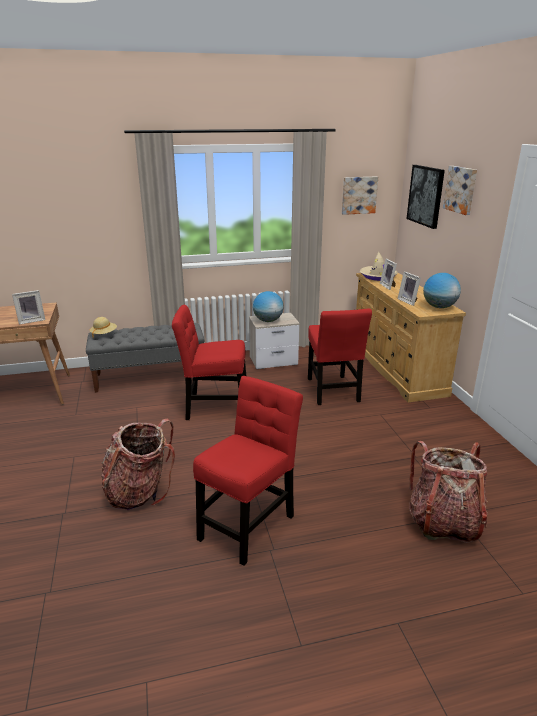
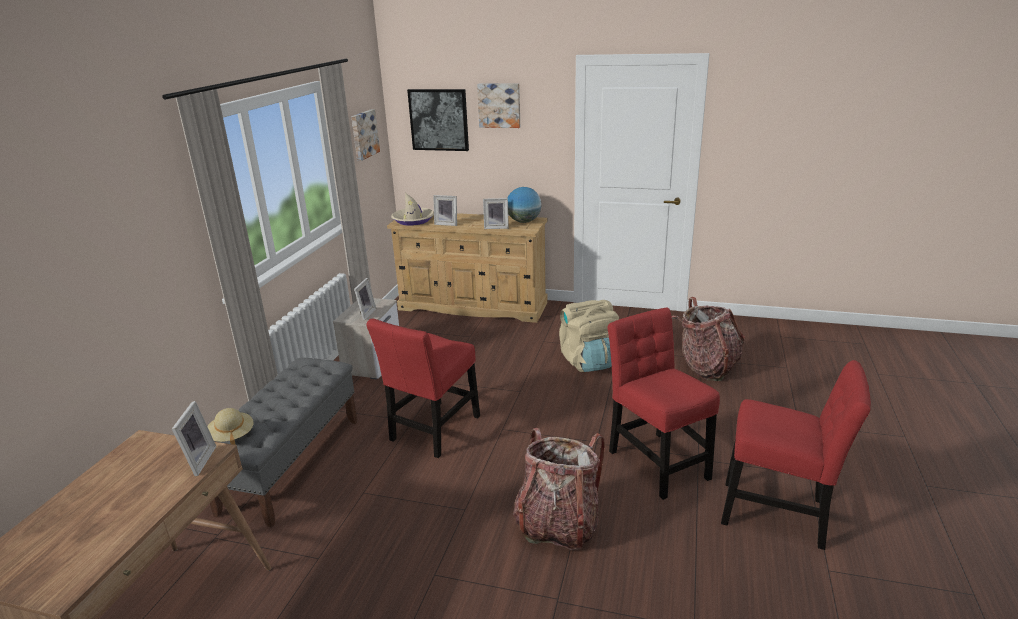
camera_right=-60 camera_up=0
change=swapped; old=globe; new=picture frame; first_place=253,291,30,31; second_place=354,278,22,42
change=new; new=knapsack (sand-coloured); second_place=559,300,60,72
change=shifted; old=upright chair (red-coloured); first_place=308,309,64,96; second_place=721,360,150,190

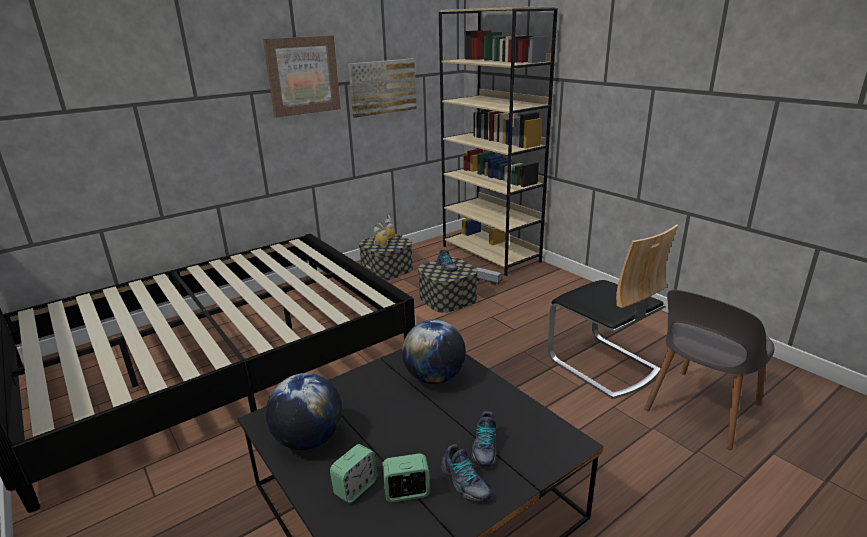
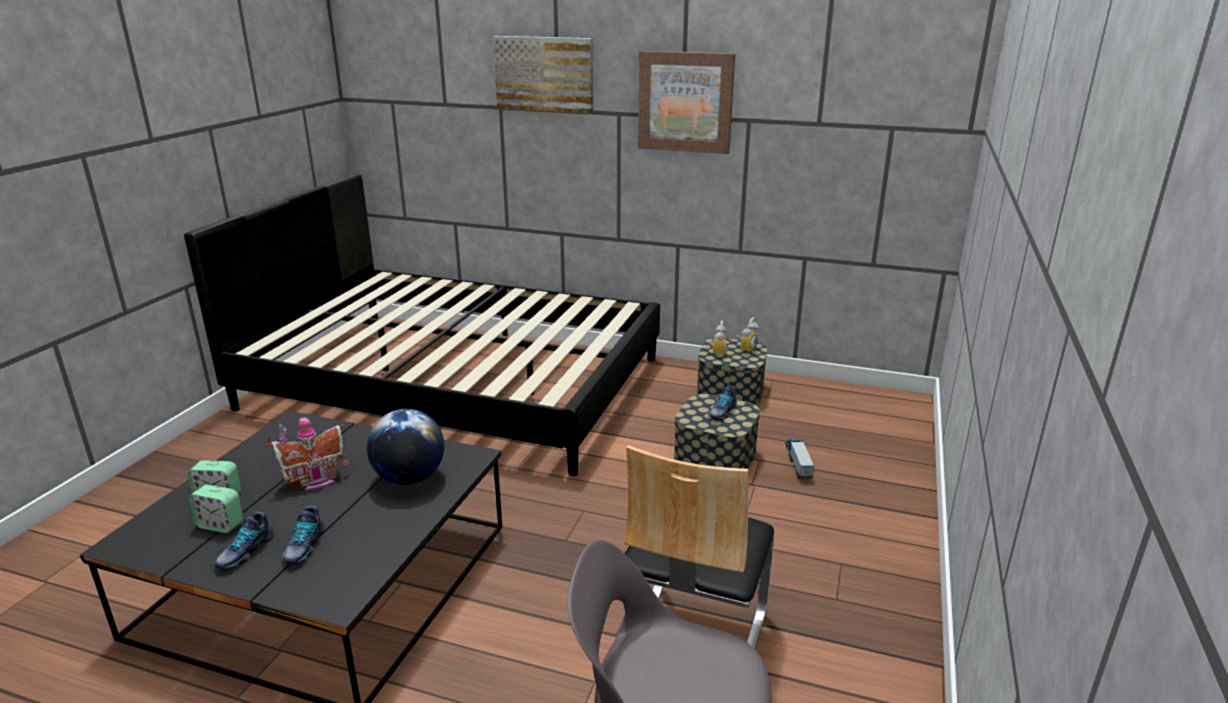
camera_right=55 camera_up=0
change=rotated; old=table clock; first_place=382,453,48,49; second_place=189,485,54,48; degrees=150
change=new; new=model house; second_place=266,414,84,77
change=rotated; old=shoe; first_place=471,411,26,56; second_place=282,506,43,59; degrees=-60
change=shifted; old=wall art; first_place=348,59,69,59; second_place=493,36,100,77
change=gone; old=globe; first_place=266,373,76,77
change=gone; old=bookcase (sand-coloured); first_place=439,6,119,270

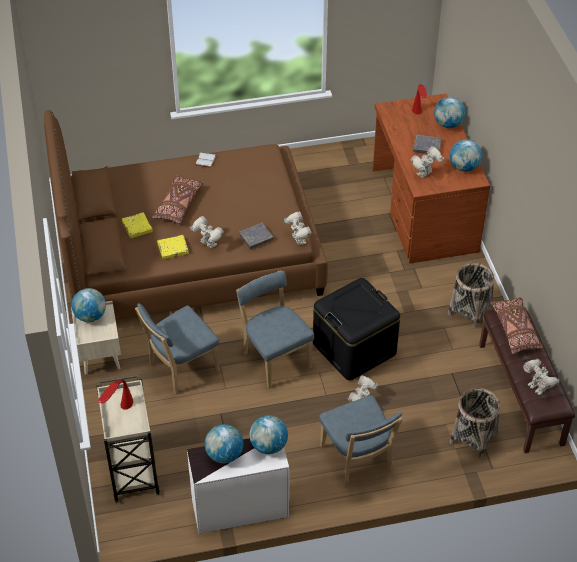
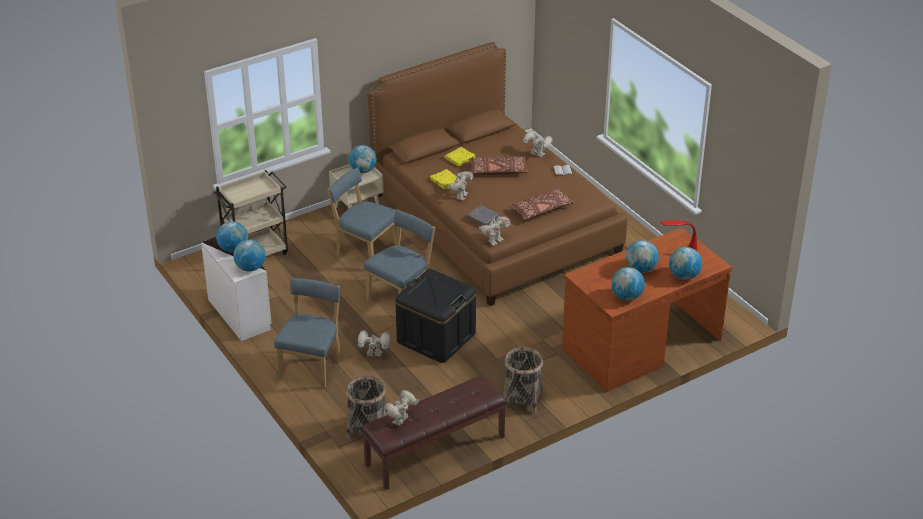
camera_right=70 camera_up=-10
change=rotated; old=upright chair (blue); first_place=319,396,84,92; second_place=274,278,67,110; degrees=150
change=shifted; old=throw pillow (brown-coloured); first_place=490,297,53,57; second_place=509,188,66,32
change=shifted; old=robot figure; first_place=411,146,33,32; second_place=522,130,31,27
change=swapped; old=volume (gray); new=globe; first_place=413,134,29,20; second_place=626,240,33,33
change=gone; old=tabletop lamp (red-coloured); first_place=98,379,35,31

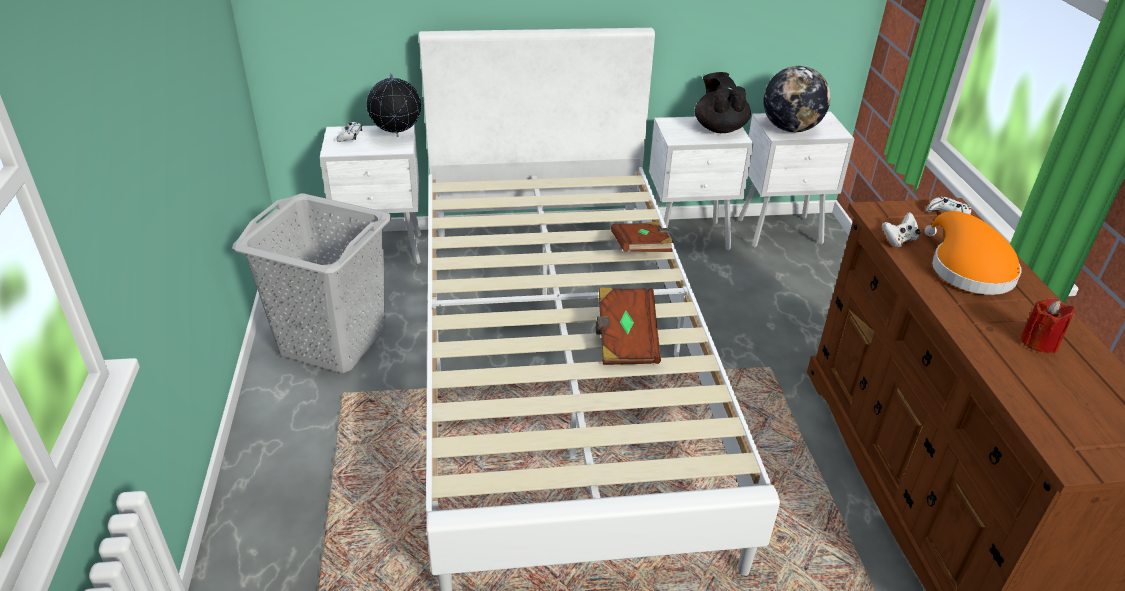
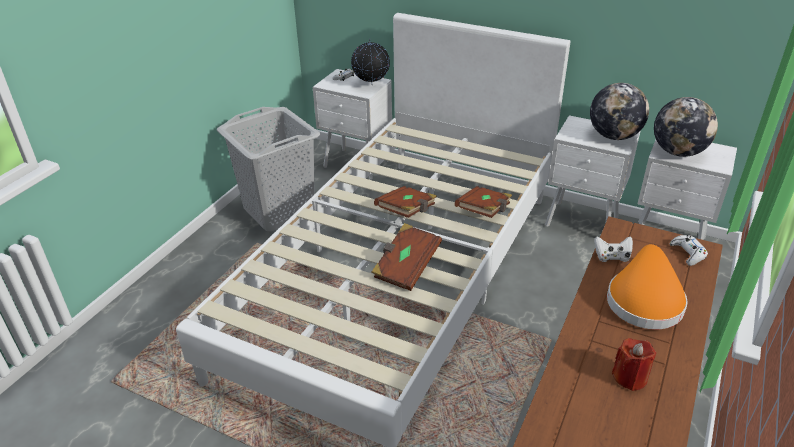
camera_right=35 camera_up=0
change=new; new=volume (brown-coloured); second_place=374,186,63,32
change=swapped; old=tea pot (black-coloured); new=globe; first_place=695,72,56,61; second_place=590,83,59,57

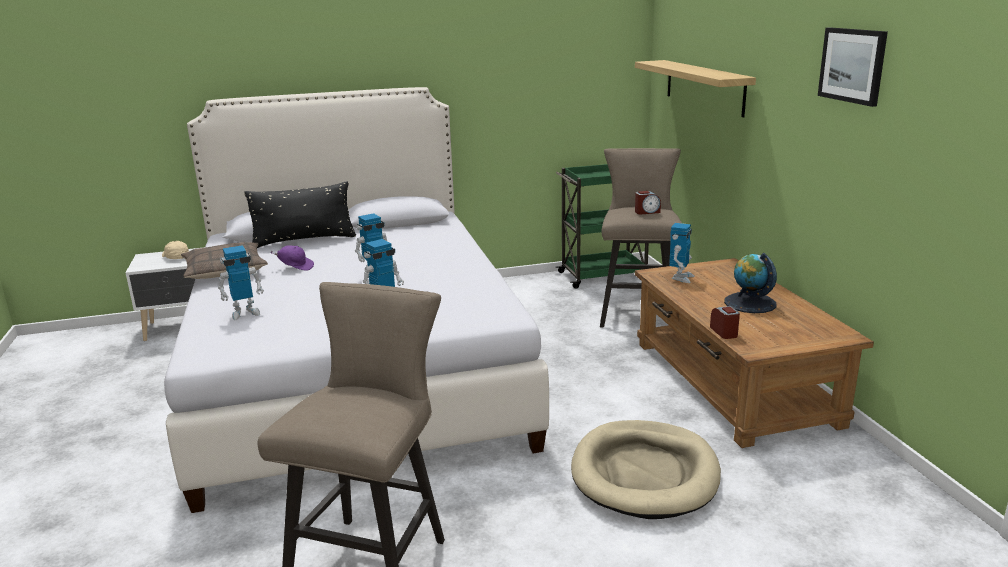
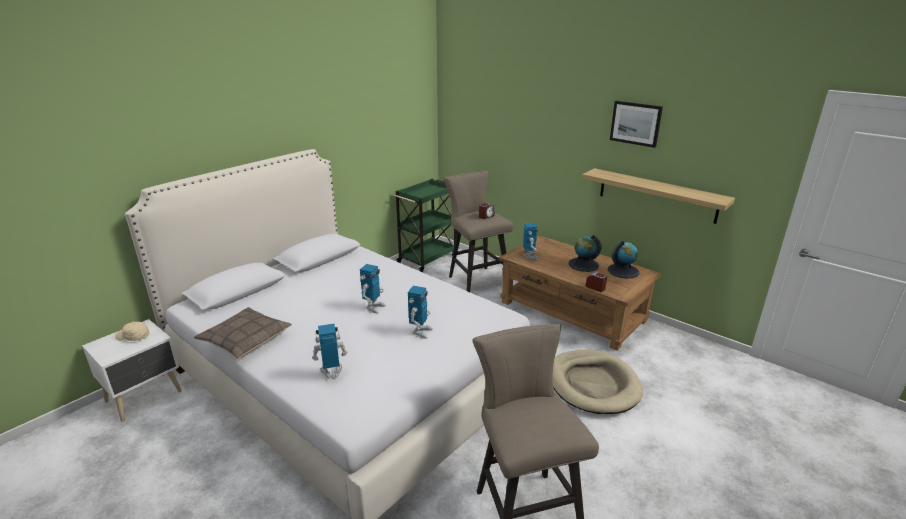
camera_right=-35 camera_up=5
change=rotated; old=robot figure; first_place=218,245,46,75; second_place=312,324,35,55; degrees=-135
change=shifted; old=wall shelf; first_place=635,60,121,57; second_place=582,168,153,56
change=new; new=globe; second_place=608,241,31,37
change=gone; old=throw pillow (black-coloured); first_place=244,181,112,67
change=gone; old=cap (purple-coloured); first_place=270,245,44,26

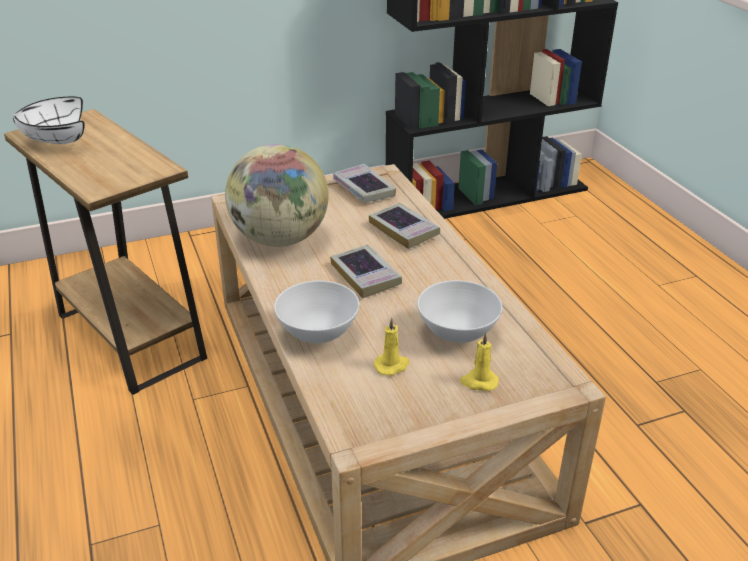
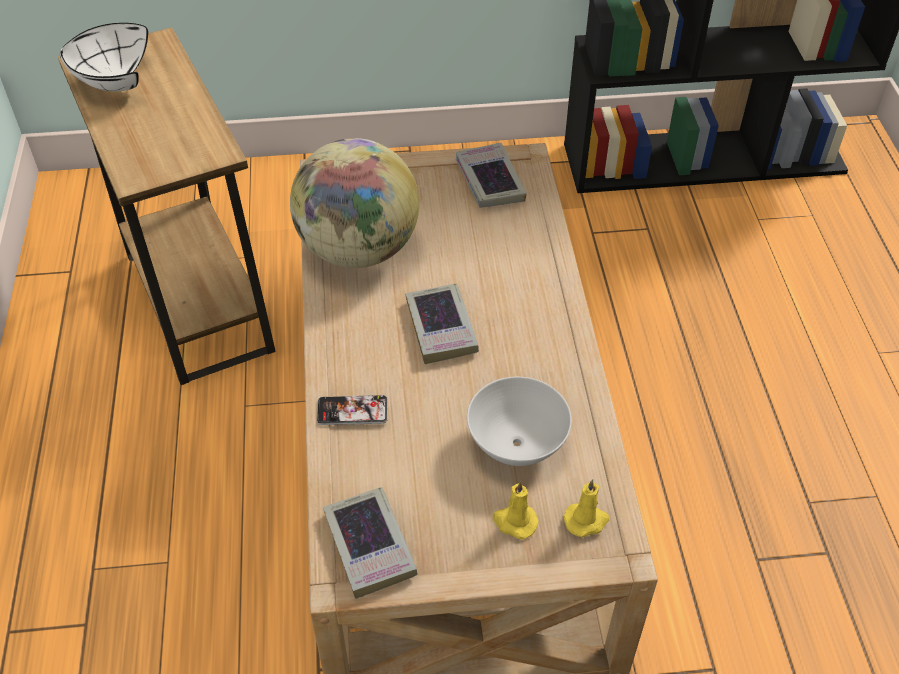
camera_right=15 camera_up=15
change=swapped; old=bowl (whitish); new=handset; first_place=274,281,85,63; second_place=317,394,71,31
change=shifted; old=volume; first_place=369,203,71,46; second_place=323,487,95,112
change=shifted; old=candle (yellowish); first_place=374,318,36,58; second_place=564,479,45,58

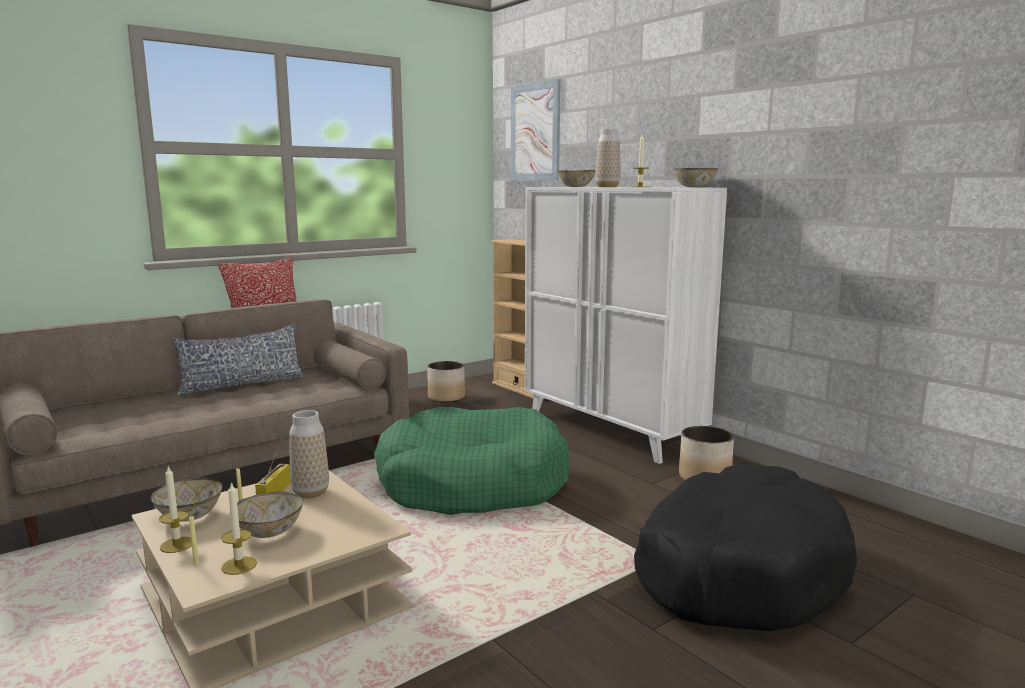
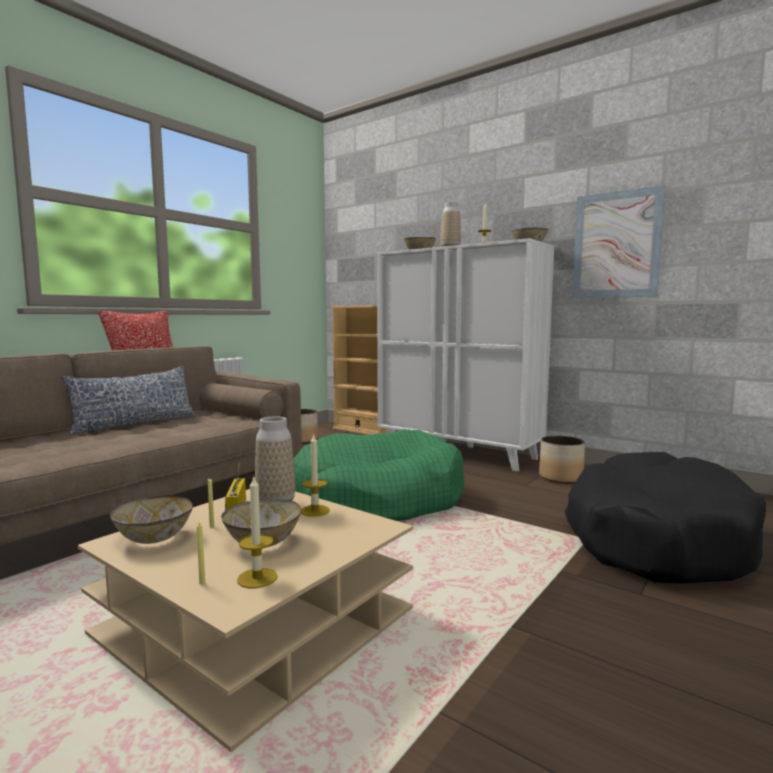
camera_right=-15 camera_up=-5
change=shifted; old=candle; first_place=159,466,33,87; second_place=301,435,29,82
change=shifted; old=wall art; first_place=511,79,49,102; second_place=572,185,94,113

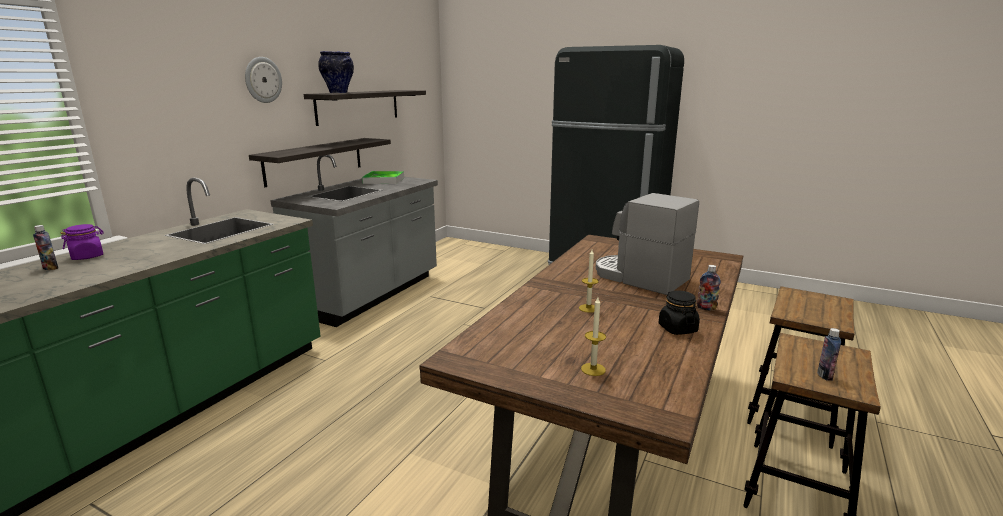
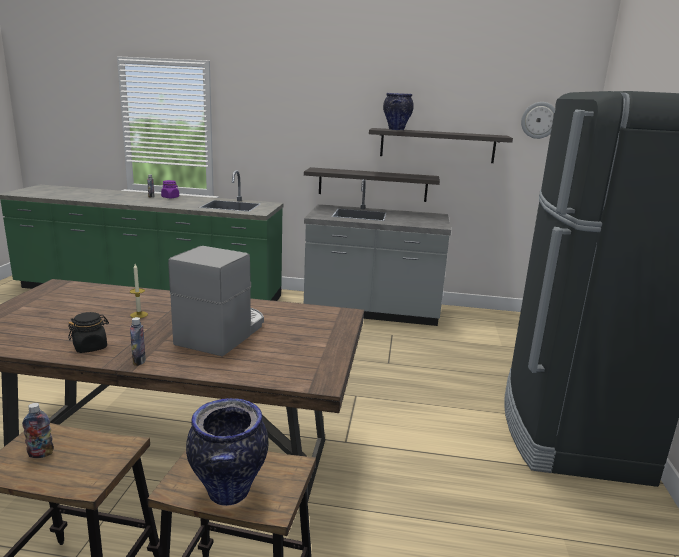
camera_right=70 camera_up=0
change=new; new=decorative vase; second_place=186,398,83,108
change=shifted; old=hanging clock; first_place=245,57,37,46; second_place=521,102,34,37
change=gone; old=serving tray; first_place=362,171,42,13
change=gone; old=candle; first_place=581,297,25,79

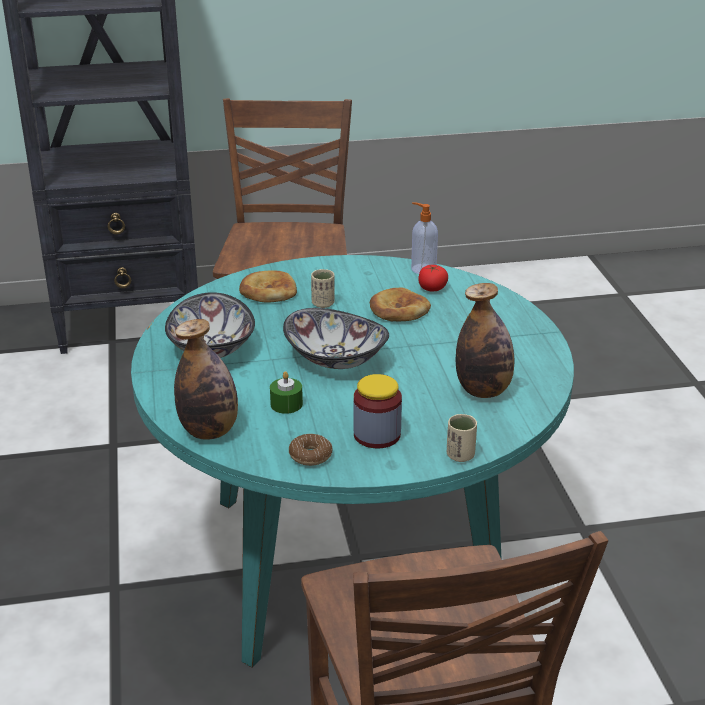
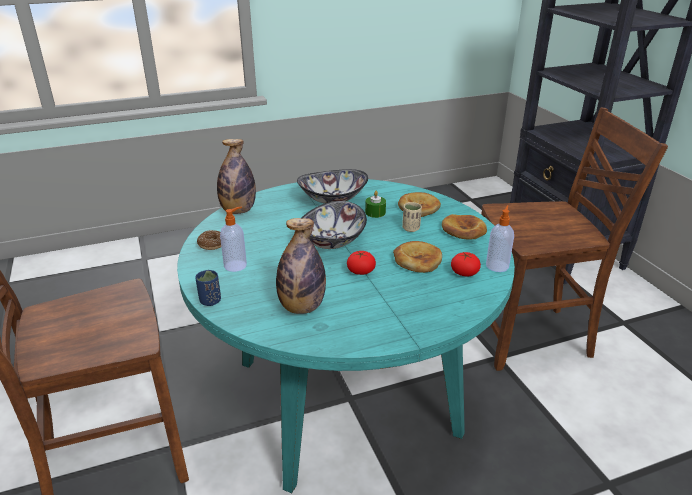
camera_right=80 camera_up=0
change=repainted; old=small cup (sand-coloured); new=small cup (blue); first_place=447,414,30,48; second_place=195,270,26,36
change=swapped; old=storage jar; new=soap dispenser; first_place=353,374,49,74; second_place=220,207,27,65
change=new; new=tomato; second_place=347,251,29,24
change=shifted; old=candle (greenish); first_place=270,371,33,43; second_place=365,191,21,27
change=new; new=baked bread; second_place=442,214,45,26

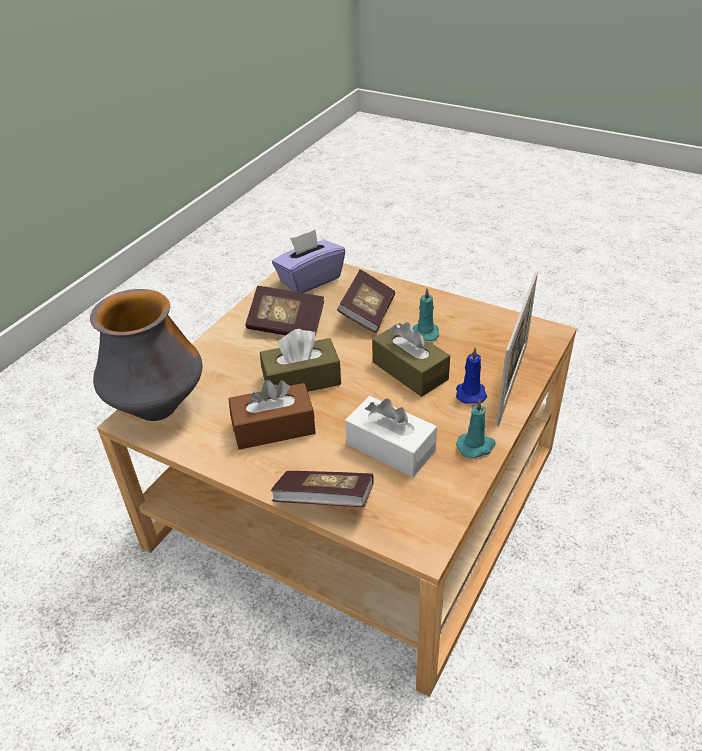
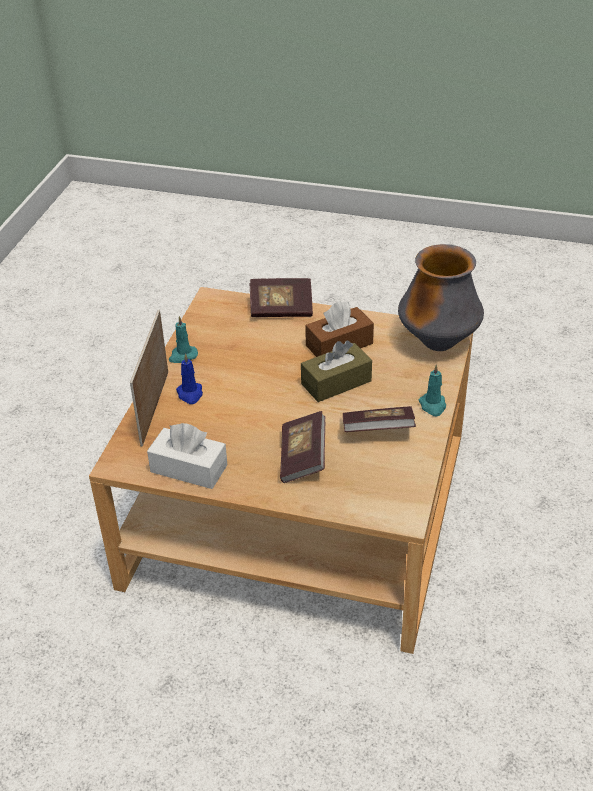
camera_right=165 camera_up=0
change=shifted; old=box of tissues (whitish); first_place=345,396,92,81; second_place=147,423,80,66
change=shifted; old=candle (turquoise); first_place=413,288,26,53; second_place=419,364,27,52
change=gone; old=box of tissues (purple-coloured); first_place=272,230,73,63
change=gone; old=box of tissues (brown-coloured); first_place=372,322,78,75

